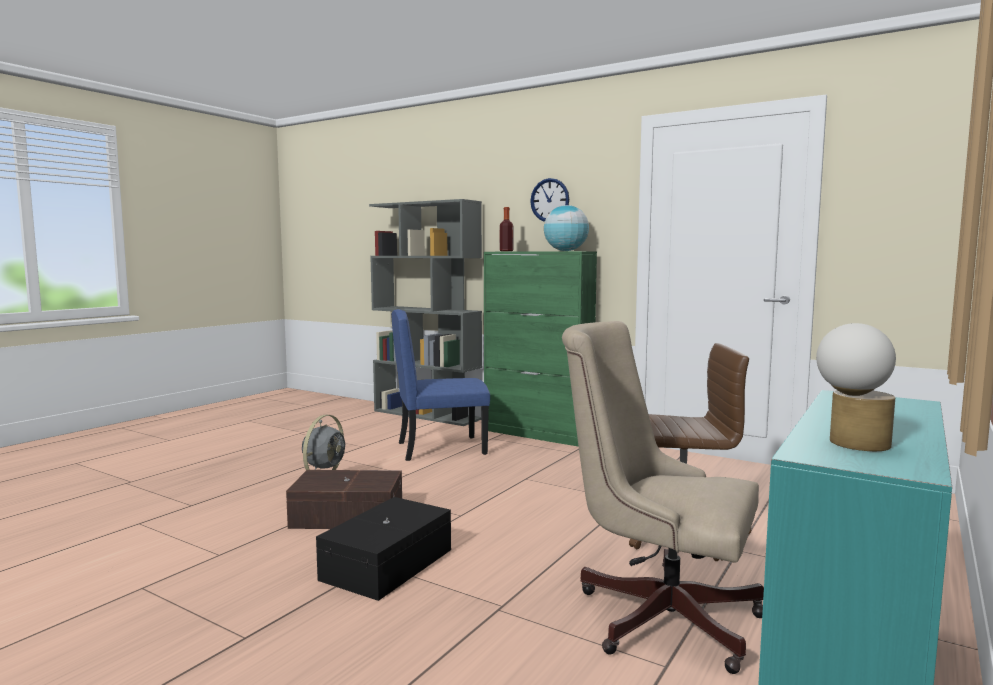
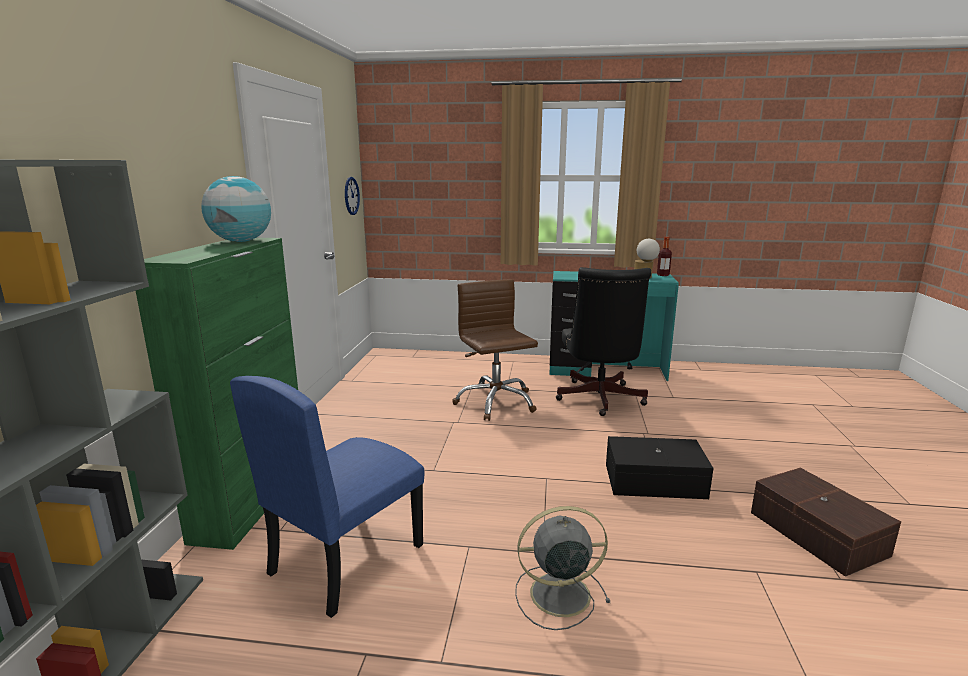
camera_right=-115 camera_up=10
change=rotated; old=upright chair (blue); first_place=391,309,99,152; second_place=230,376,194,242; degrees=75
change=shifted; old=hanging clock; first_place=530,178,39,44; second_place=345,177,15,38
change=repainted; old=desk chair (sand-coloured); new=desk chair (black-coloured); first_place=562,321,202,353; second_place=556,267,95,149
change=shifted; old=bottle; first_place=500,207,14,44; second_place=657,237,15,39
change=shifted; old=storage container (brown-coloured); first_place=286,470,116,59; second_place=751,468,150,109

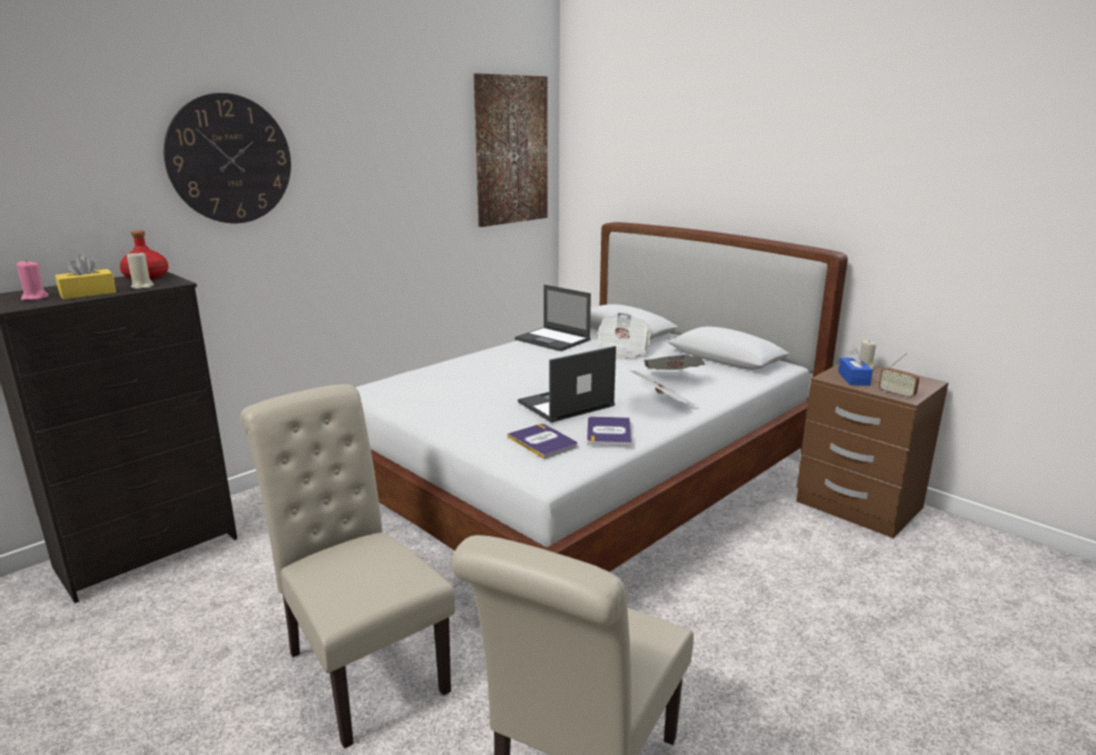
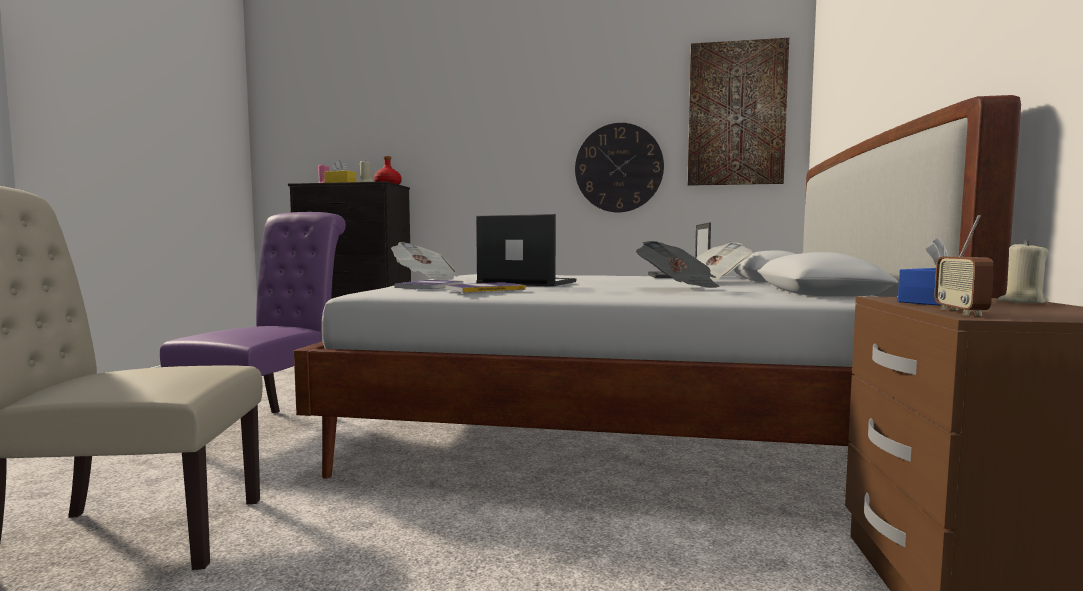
camera_right=55 camera_up=-15
change=repainted; old=upright chair (sand-coloured); new=upright chair (purple-coloured); first_place=241,384,214,365; second_place=160,212,186,201
change=shifted; old=newspaper; first_place=630,370,69,36; second_place=391,242,68,38
change=shifted; old=hanging clock; first_place=164,93,127,130; second_place=575,123,89,89

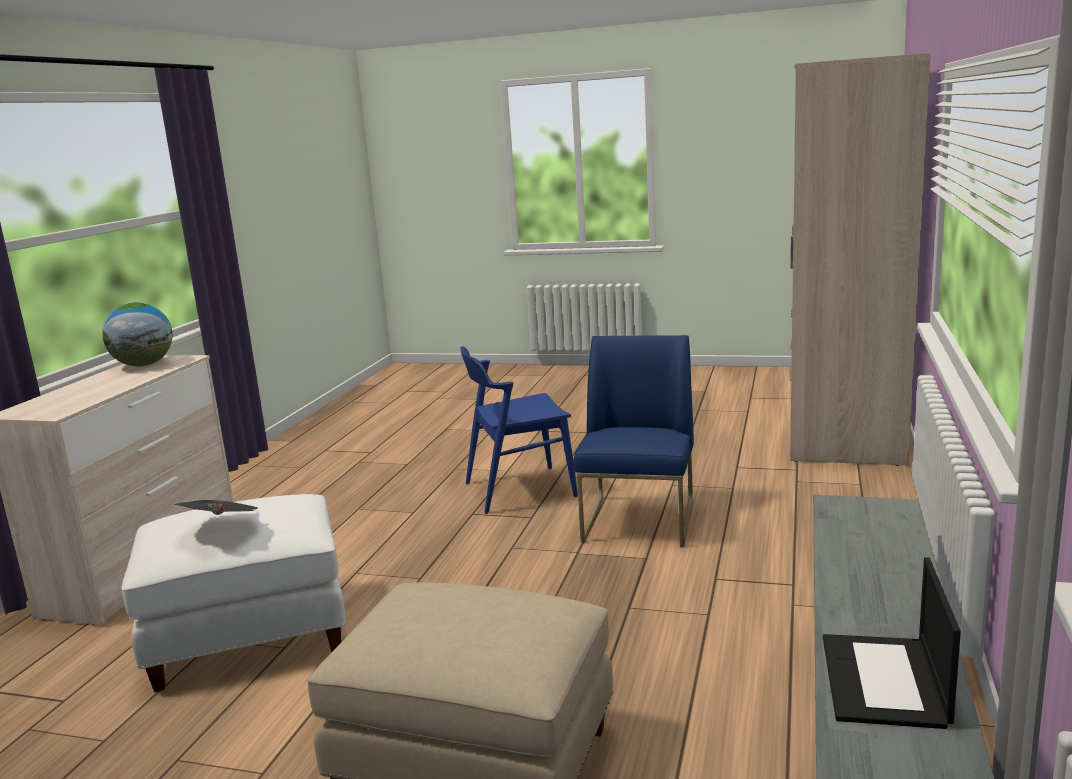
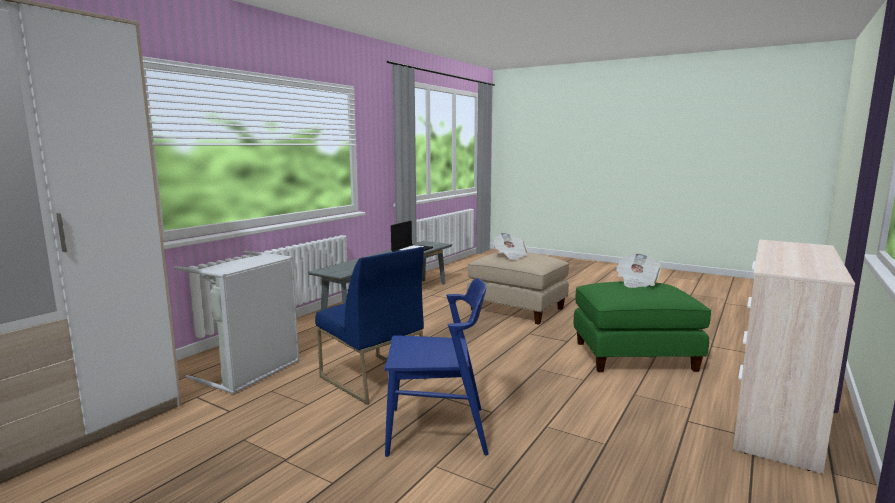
camera_right=-165 camera_up=-5
change=new; new=washing basket (gray); second_place=173,251,126,143
change=rotated; old=upright chair (blue); first_place=573,335,121,212; second_place=315,247,111,158; degrees=-75
change=new; new=newspaper; second_place=494,233,34,27
change=repainted; old=footrest (whitish); new=footrest (greenish); first_place=121,494,225,198; second_place=574,282,137,90
change=gone; old=globe; first_place=102,302,71,64

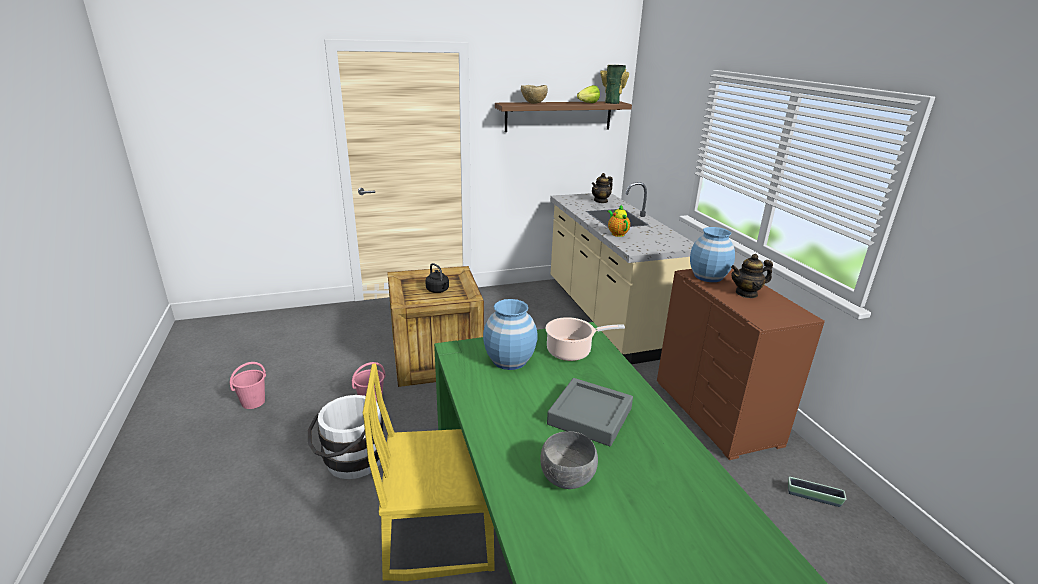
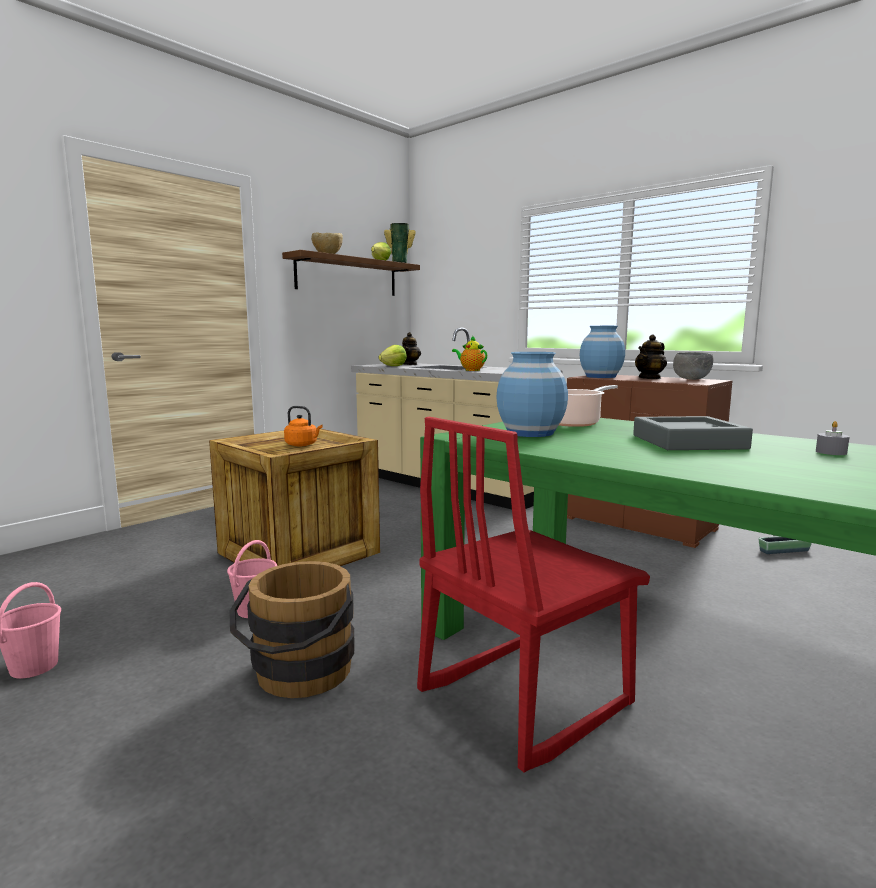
camera_right=-30 camera_up=-15
change=repainted; old=pail (whitish); new=pail (brown-coloured); first_place=308,395,76,84; second_place=230,561,125,137
change=repainted; old=water kettle (black-coloured); new=water kettle (orange-coloured); first_place=425,263,24,30; second_place=284,406,39,40
change=new; new=head of lettuce; second_place=379,345,28,21
change=repainted; old=upright chair (yellowish); new=upright chair (red-coloured); first_place=363,363,132,218; second_place=417,417,233,356
change=shifted; old=bowl (gray); first_place=540,431,58,58; second_place=673,352,40,28
change=new; new=candle (gray); second_place=816,421,34,34

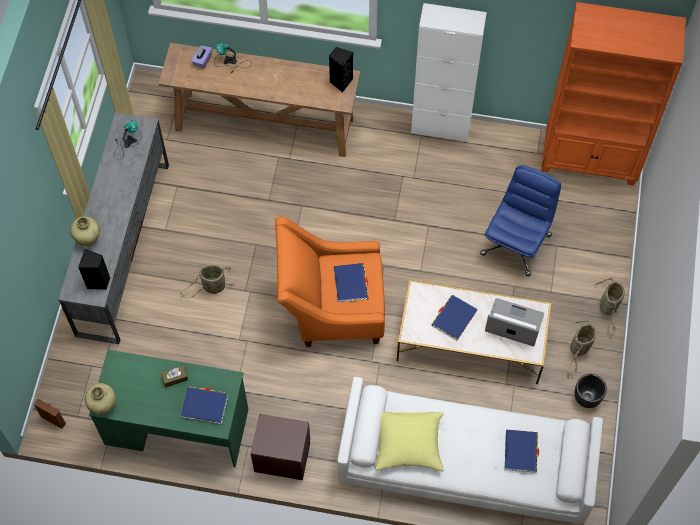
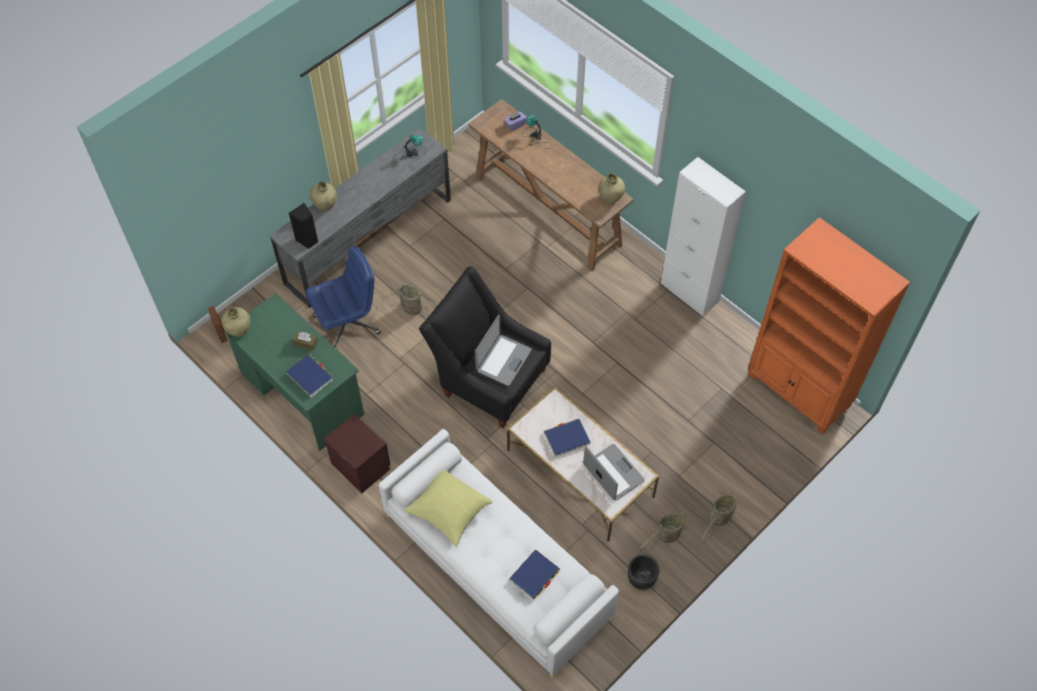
camera_right=35 camera_up=-5
change=shifted; old=desk chair (blue); first_place=480,165,81,111; second_place=306,246,75,103
change=repainted; old=lounge chair (orange-coloured); new=lounge chair (black-coloured); first_place=275,216,110,131; second_place=419,266,132,162
change=swapped; old=volume (blue); new=portable computer; first_place=334,263,35,40; second_place=475,315,57,71
change=swapped; old=audio speaker (black-coloured); new=decorative vase (sand-coloured); first_place=329,47,24,46; second_place=598,174,27,30

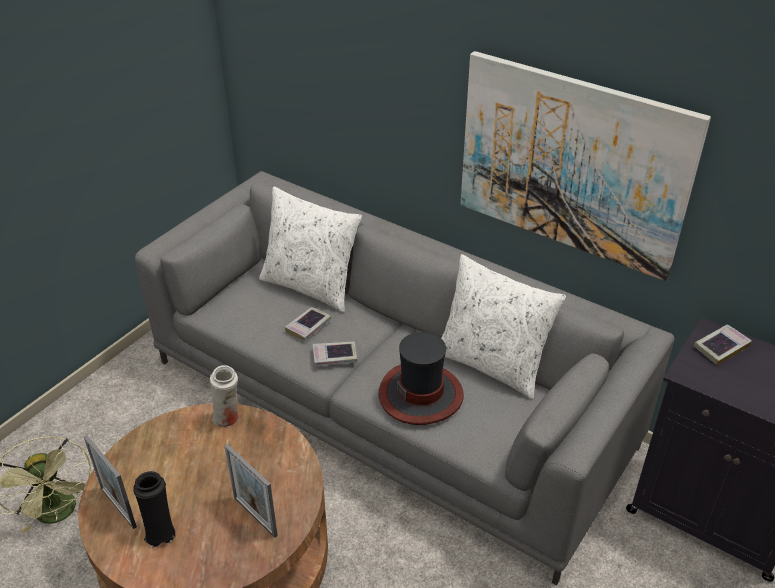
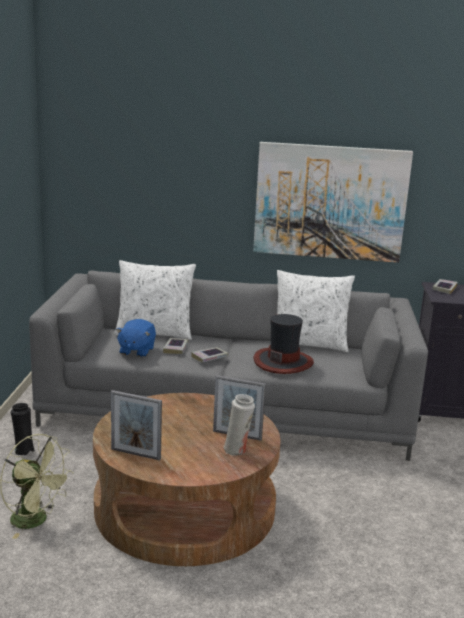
camera_right=-30 camera_up=-20
change=shifted; old=decorative vase (black-coloured); first_place=133,471,42,77; second_place=10,403,25,53
change=new; new=plush toy (blue); second_place=116,319,40,38
change=shifted; old=decorative vase (whitish); first_place=210,365,29,62; second_place=224,394,31,62

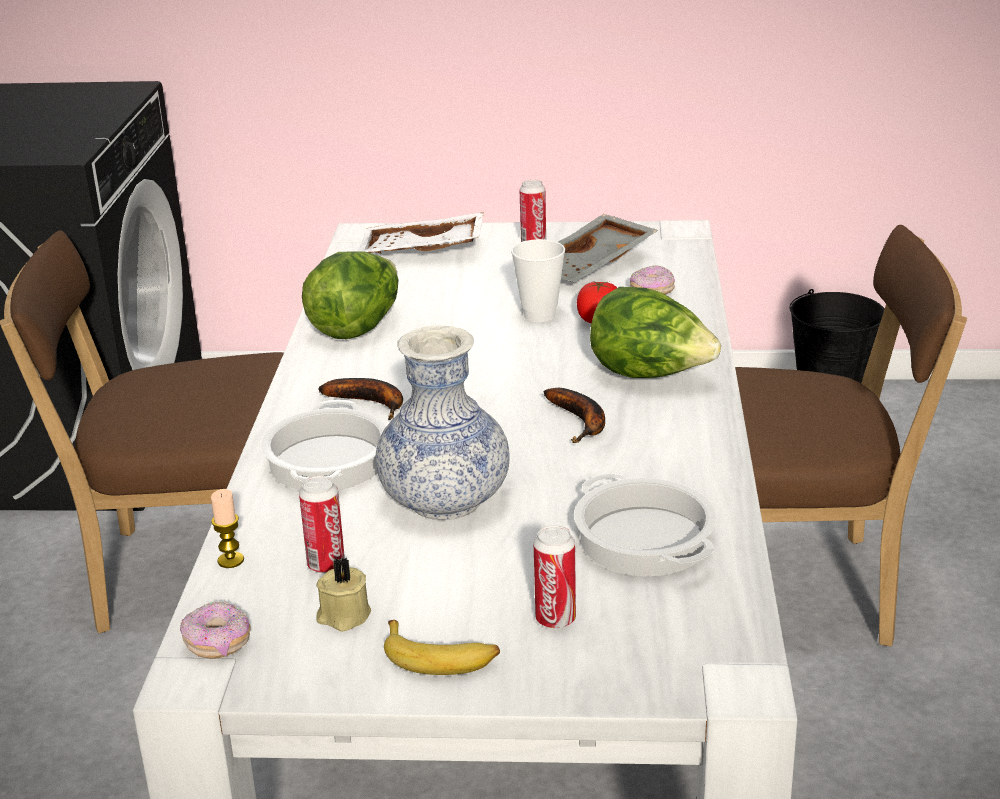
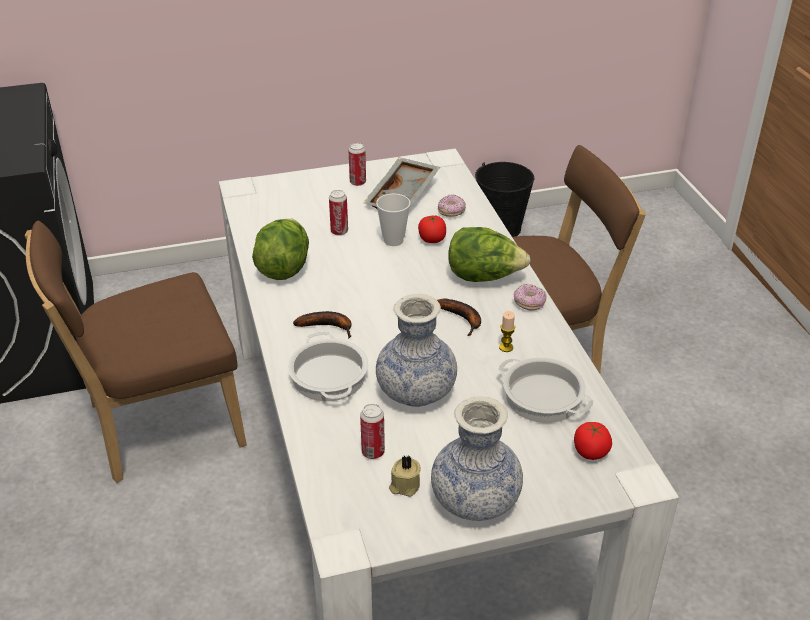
camera_right=-20 camera_up=10
change=shifted; old=can; first_place=534,525,42,104; second_place=329,190,19,46
change=swapped; old=whole banana; new=decorative vase; first_place=384,620,116,55; second_place=431,396,92,125
change=shifted; old=candle; first_place=211,489,33,79; second_place=499,311,16,41
change=shifted; old=ring doughnut; first_place=180,601,71,58; second_place=514,284,33,27
change=new; new=tomato; second_place=574,422,38,38
change=gone; old=serving tray (whitish); first_place=358,212,126,42

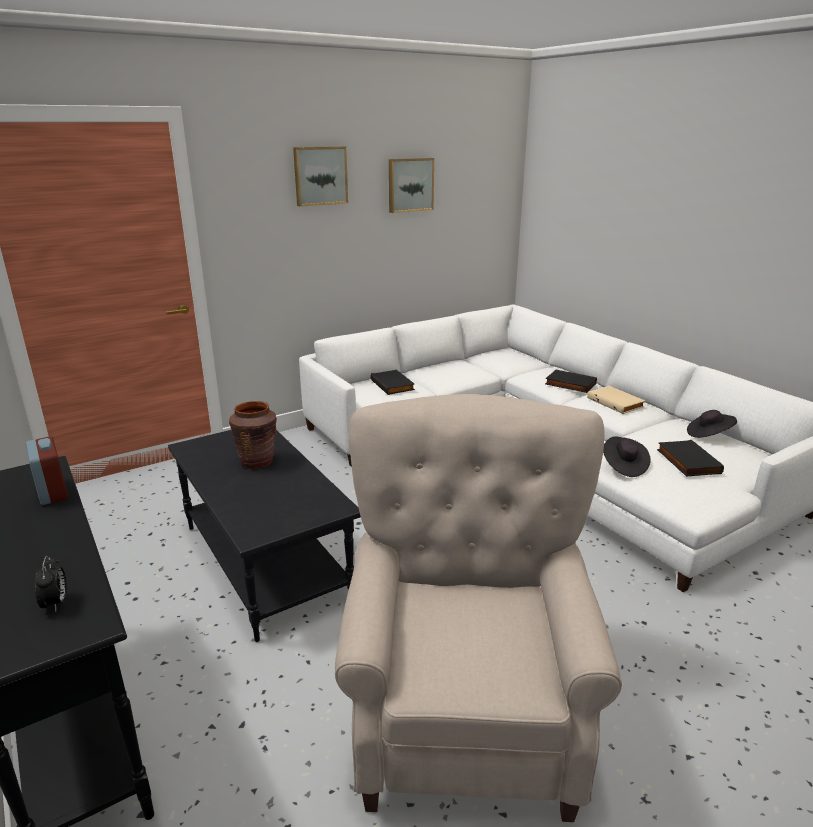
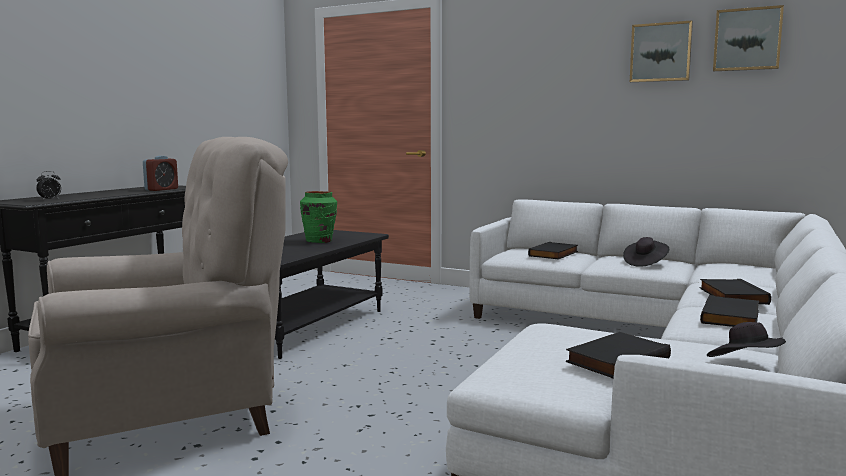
camera_right=60 camera_up=-15
change=repainted; old=decorative vase (brown-coloured); new=decorative vase (greenish); first_place=229,401,48,68; second_place=300,191,37,52
change=shifted; old=hat (black-coloured); first_place=603,436,48,41; second_place=623,237,46,30
change=repainted; old=volume (sand-coloured); new=volume (black-coloured); first_place=587,386,58,28; second_place=700,295,59,32
change=shifted; old=wall art; first_place=293,146,55,61; second_place=713,5,71,66

